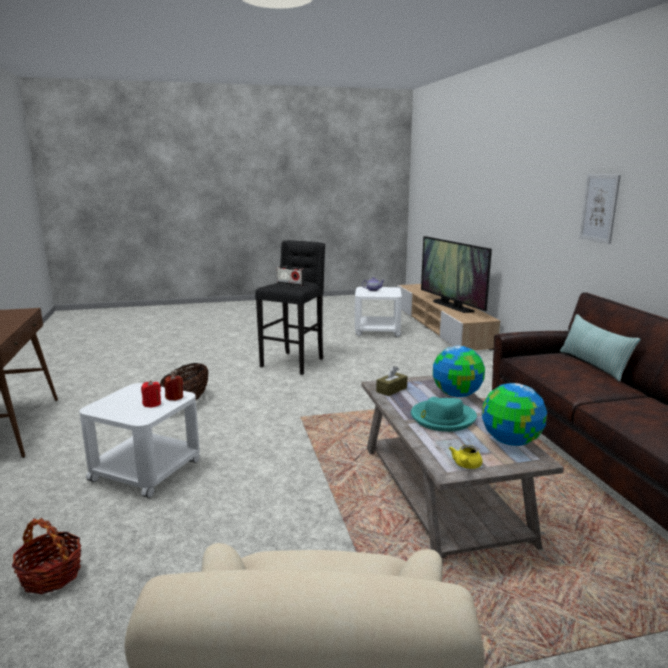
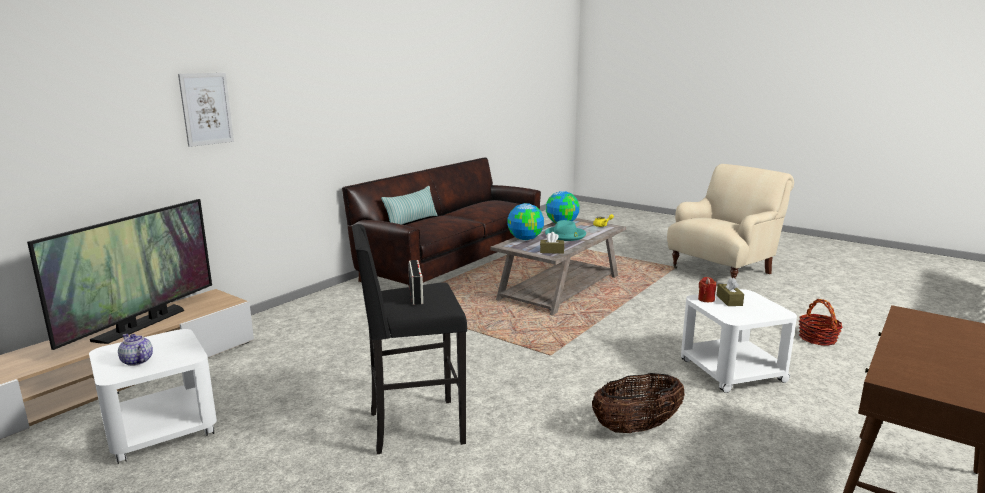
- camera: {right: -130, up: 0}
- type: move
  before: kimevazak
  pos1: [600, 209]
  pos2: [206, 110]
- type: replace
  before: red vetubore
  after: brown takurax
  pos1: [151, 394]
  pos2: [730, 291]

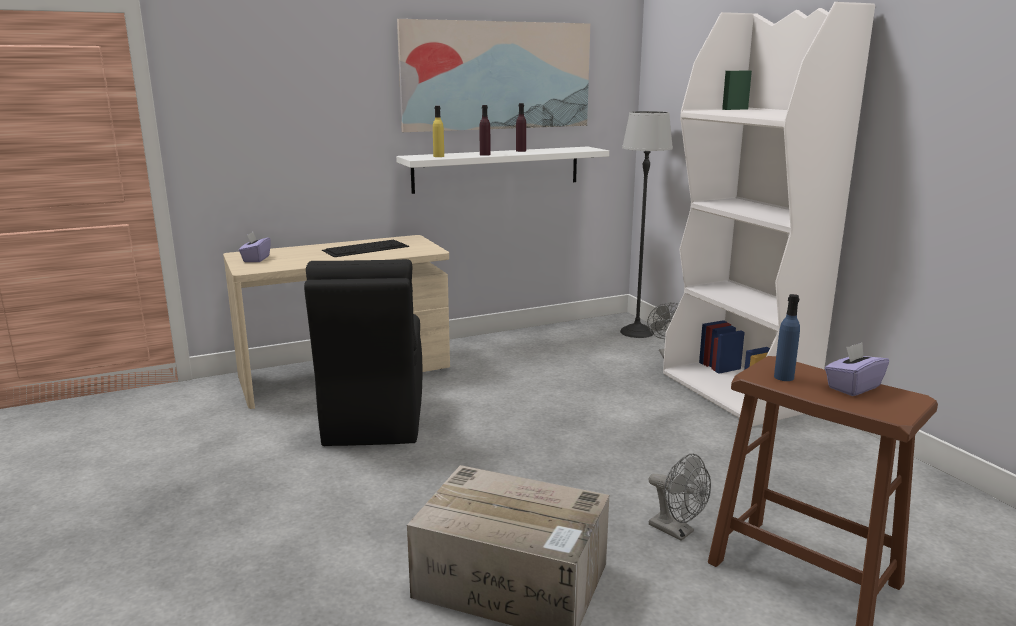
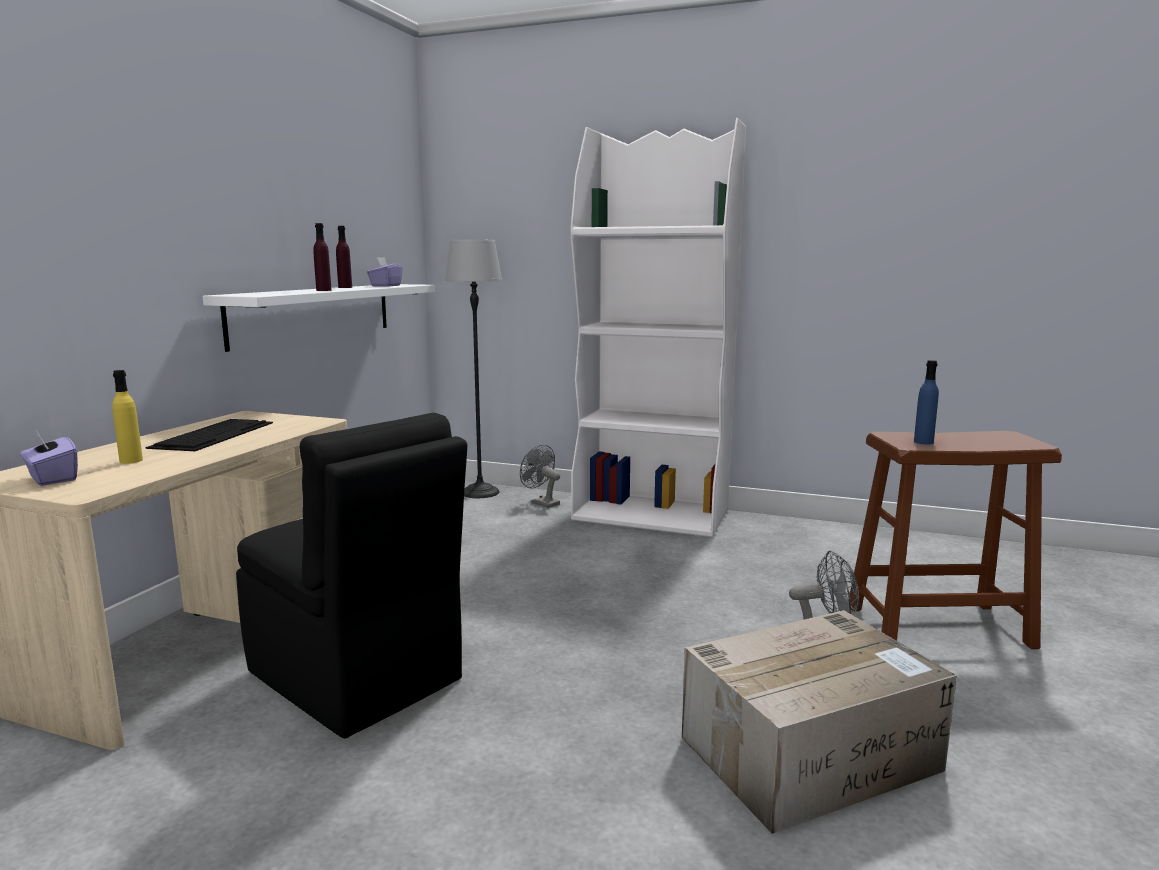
- camera: {right: -45, up: -5}
- type: move
  before: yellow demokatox
  pos1: [438, 131]
  pos2: [127, 417]
- type: move
  before: purple takurax
  pos1: [857, 369]
  pos2: [385, 272]
- type: delete
  before: kimevazak
  pos1: [493, 75]

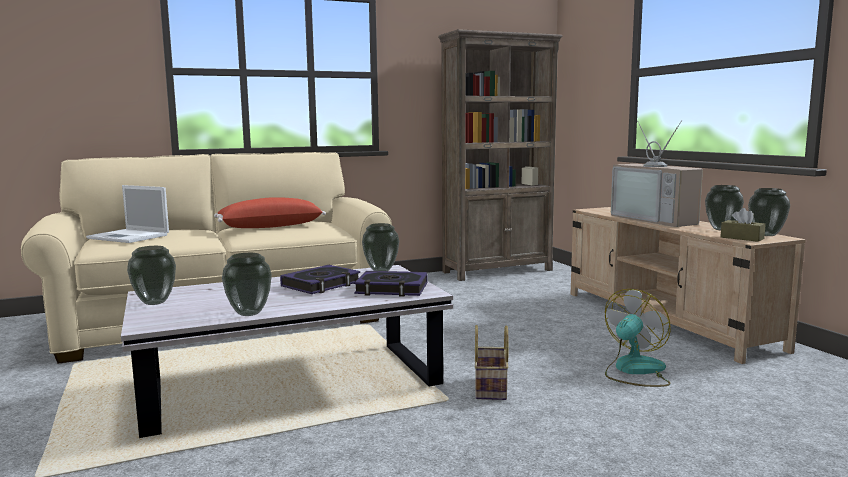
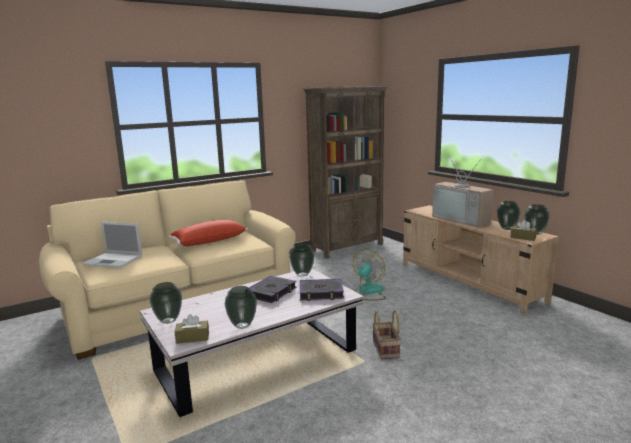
- camera: {right: -10, up: 5}
- type: insert
  after: brown takurax
  pos2: [192, 329]
- type: move
  before: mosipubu
  pos1: [638, 338]
  pos2: [369, 275]

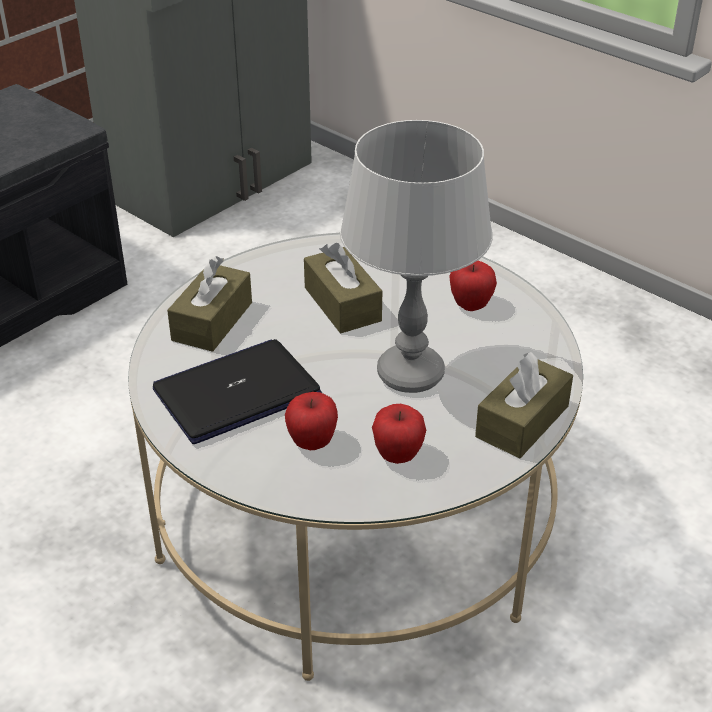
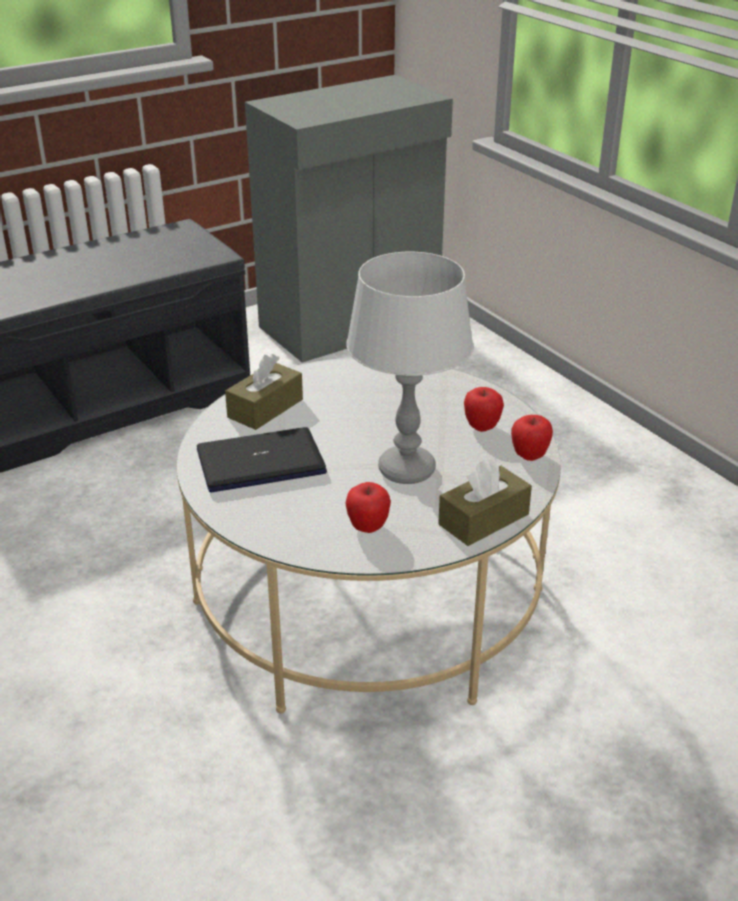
- camera: {right: 15, up: -5}
- type: move
  before: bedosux
  pos1: [311, 421]
  pos2: [532, 438]
- type: delete
  before: brown takurax
  pos1: [343, 288]

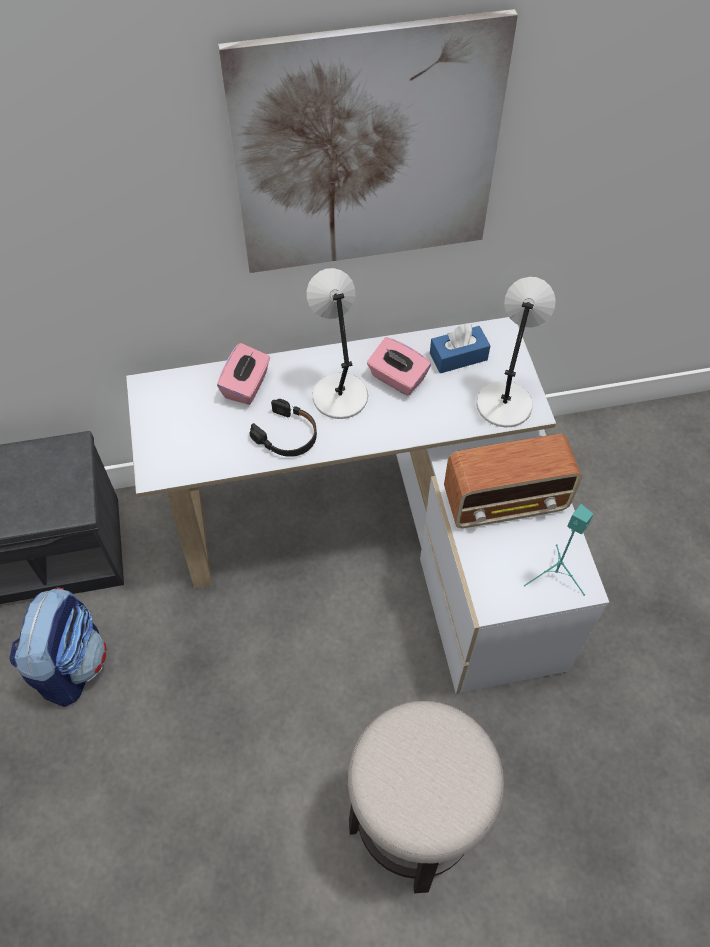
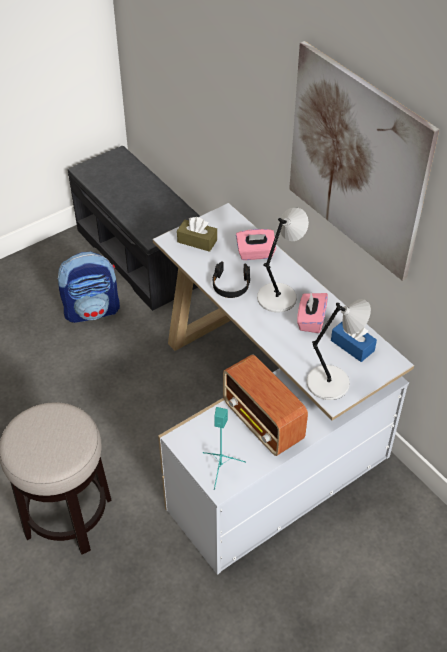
- camera: {right: 65, up: -10}
- type: insert
  after: brown takurax
  pos2: [197, 234]

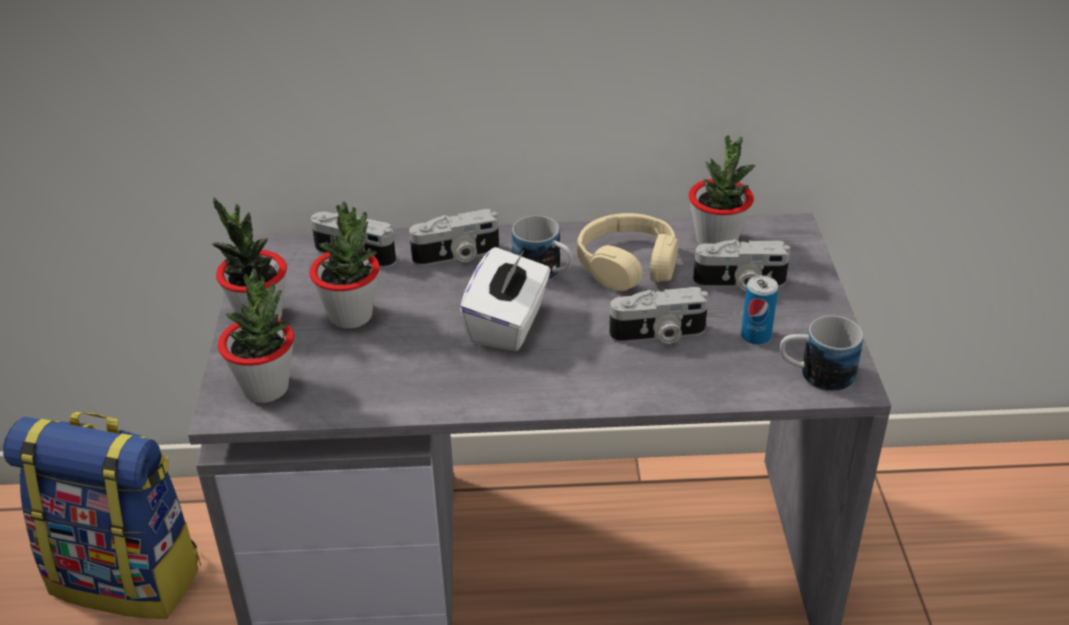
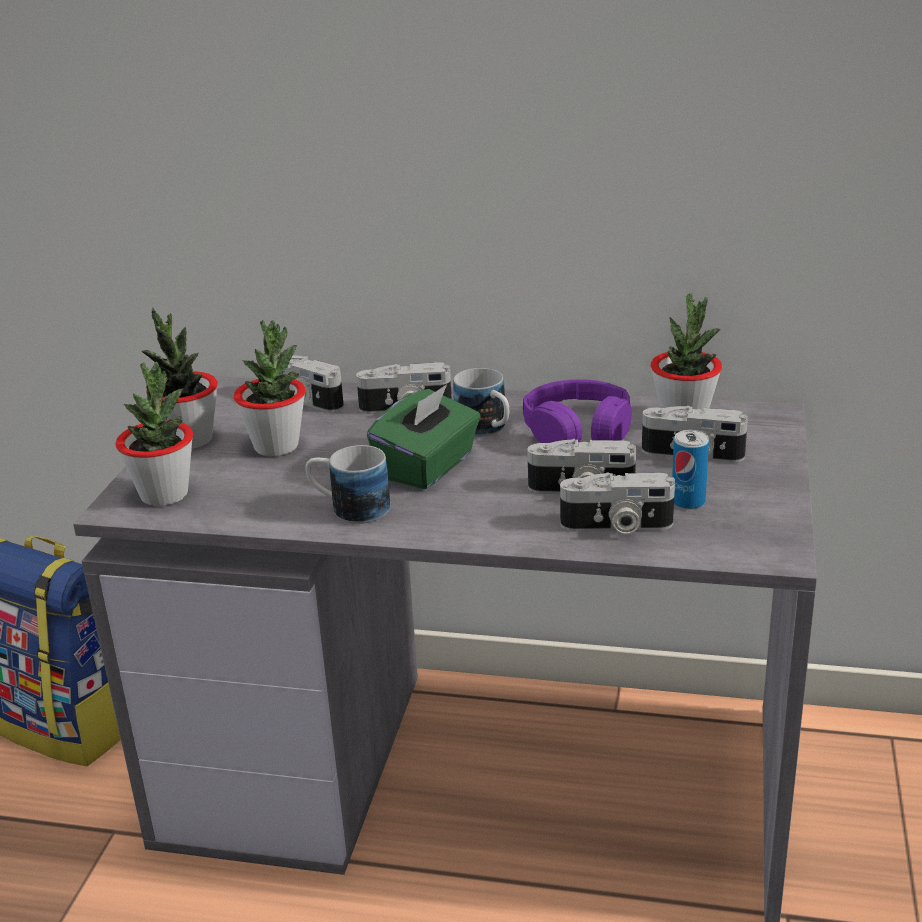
- camera: {right: 15, up: -10}
- type: move
  before: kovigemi
  pos1: [821, 354]
  pos2: [348, 484]
- type: recolor
  before: white takurax
  after: green takurax
  pos1: [505, 299]
  pos2: [424, 436]
- type: recolor
  before: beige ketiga
  after: purple ketiga
  pos1: [627, 252]
  pos2: [577, 411]
- type: insert
  after: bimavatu
  pos2: [617, 503]

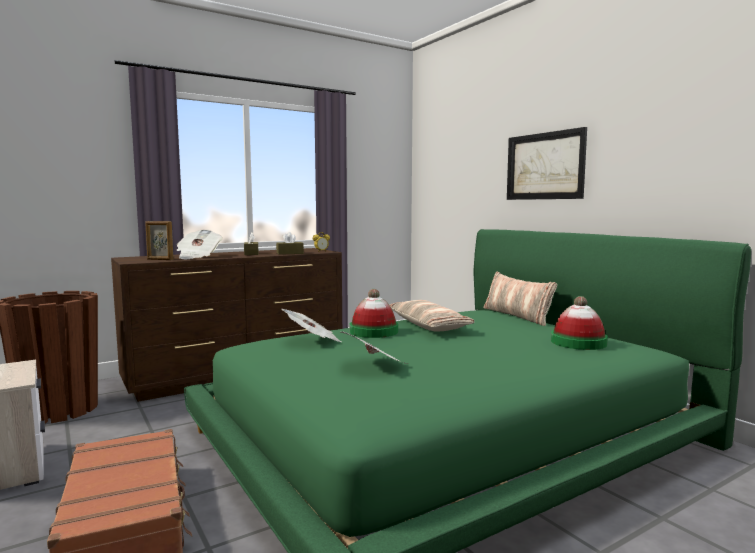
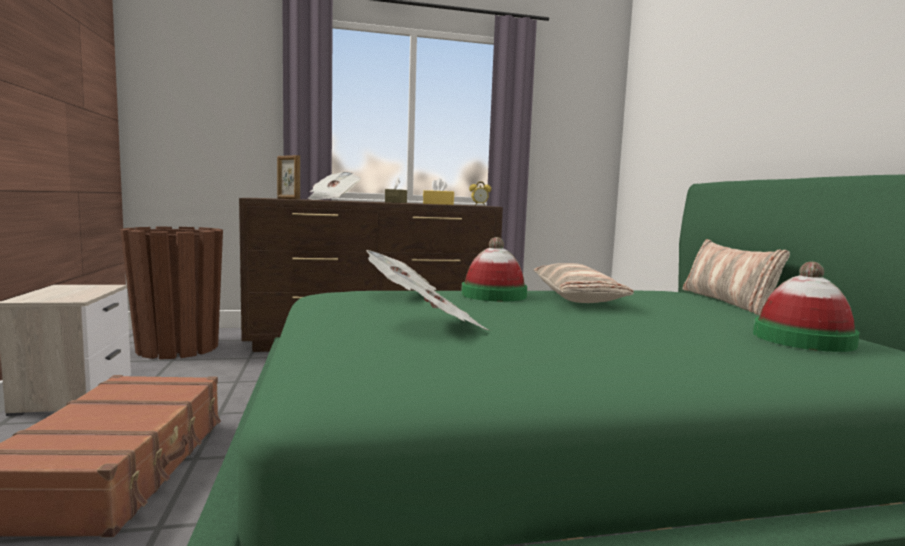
- camera: {right: 20, up: 0}
- type: recolor
  before: brown takurax
  after: yellow takurax
  pos1: [290, 243]
  pos2: [438, 191]
- type: delete
  before: kimevazak
  pos1: [547, 163]

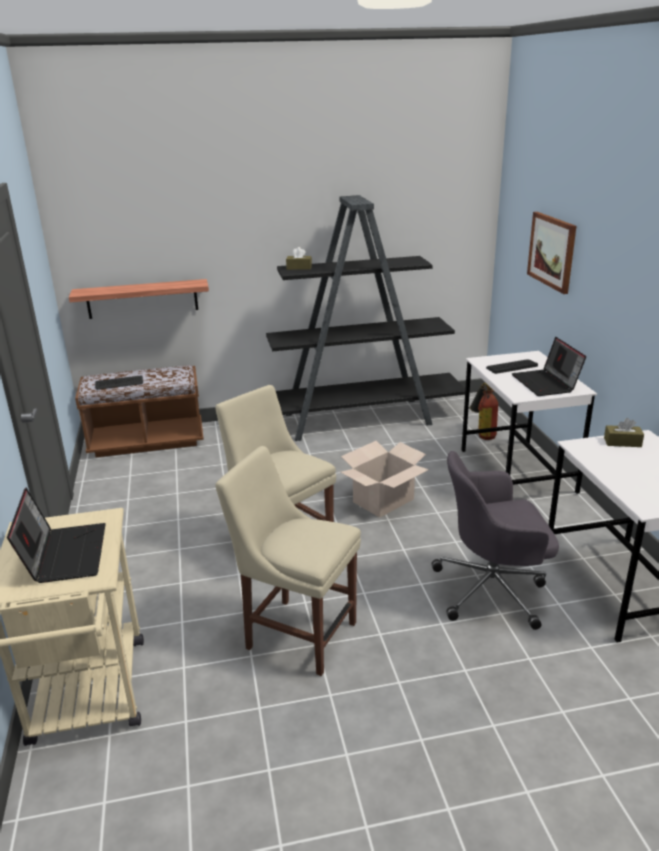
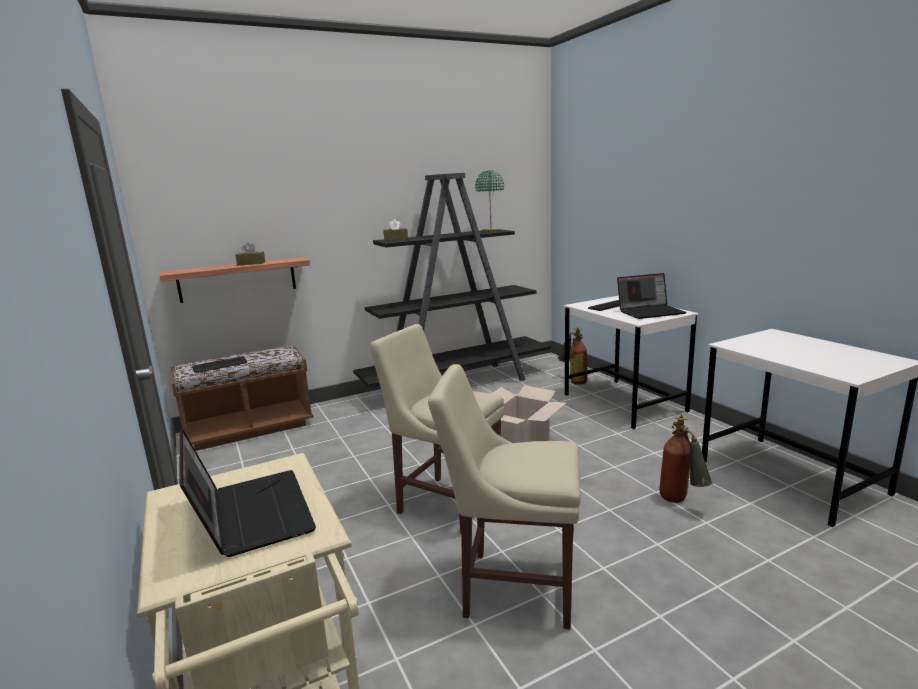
- camera: {right: -15, up: -10}
- type: move
  before: brown takurax
  pos1: [624, 432]
  pos2: [250, 254]
- type: insert
  after: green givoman
  pos2: [489, 200]
- type: rotate
  before: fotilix
  pos1: [549, 366]
  pos2: [651, 296]
  turn: -75
- type: replace
  before: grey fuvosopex
  after: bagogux
  pos1: [495, 540]
  pos2: [685, 459]
- type: delete
  before: kimevazak
  pos1: [551, 253]

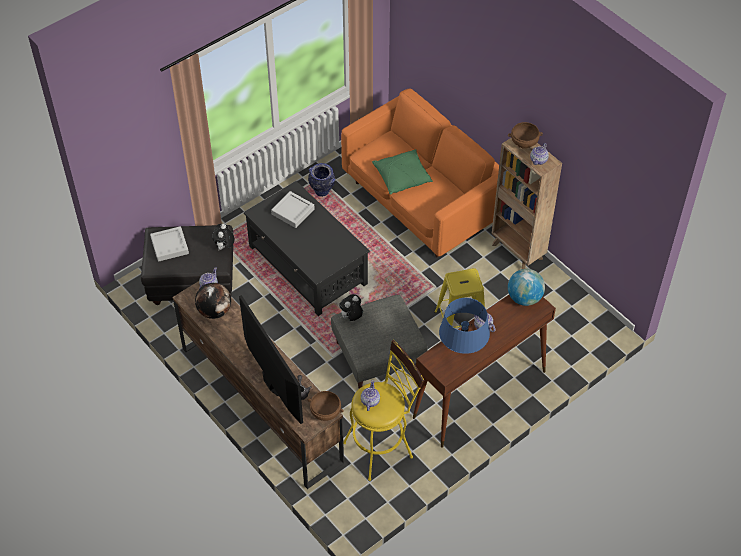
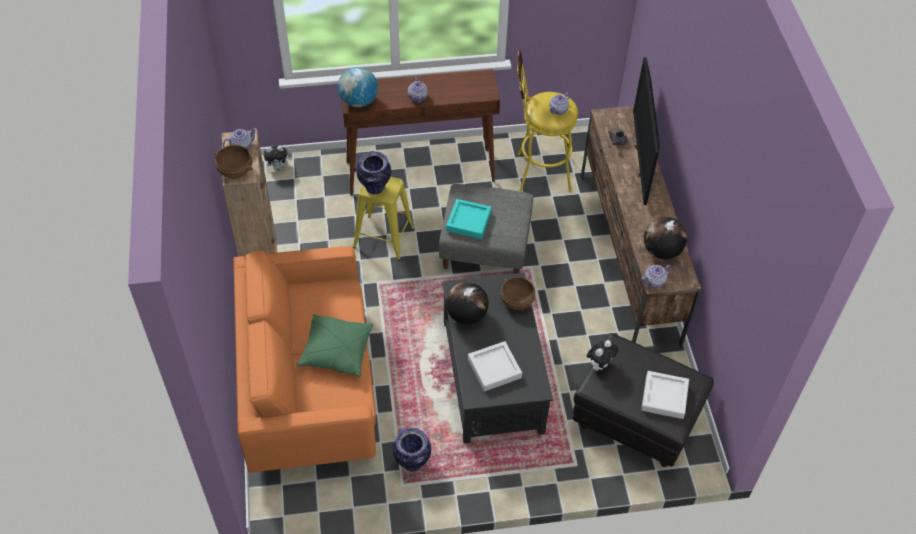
- camera: {right: -150, up: 0}
- type: move
  before: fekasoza
  pos1: [351, 307]
  pos2: [277, 157]
- type: insert
  after: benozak
  pos2: [373, 172]
- type: insert
  after: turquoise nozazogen
  pos2: [469, 219]
- type: insert
  after: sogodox
  pos2: [467, 303]
- type: move
  before: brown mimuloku
  pos1: [326, 406]
  pos2: [518, 293]
- type: delete
  before: blue givoman
  pos1: [464, 326]

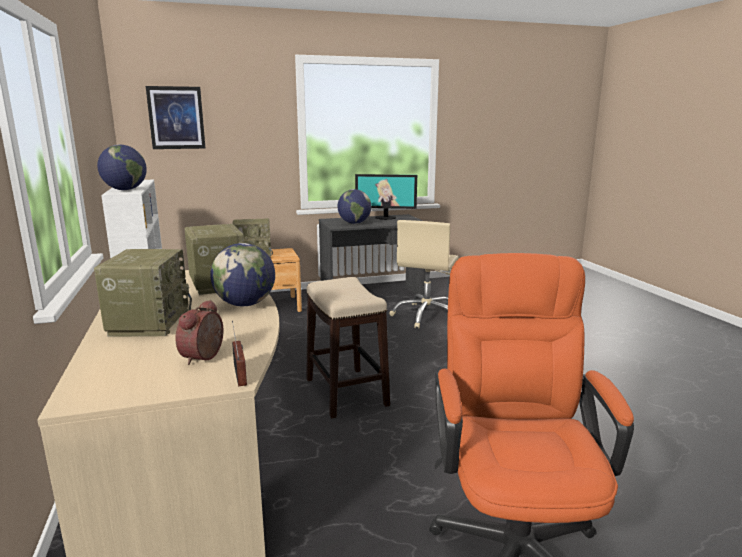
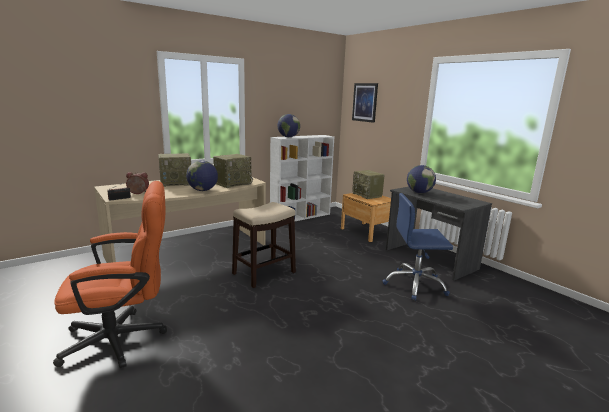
- camera: {right: 70, up: 0}
- type: recolor
  before: beige fuvosopex
  after: blue fuvosopex
  pos1: [424, 274]
  pos2: [418, 247]
- type: delete
  before: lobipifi
  pos1: [386, 197]

